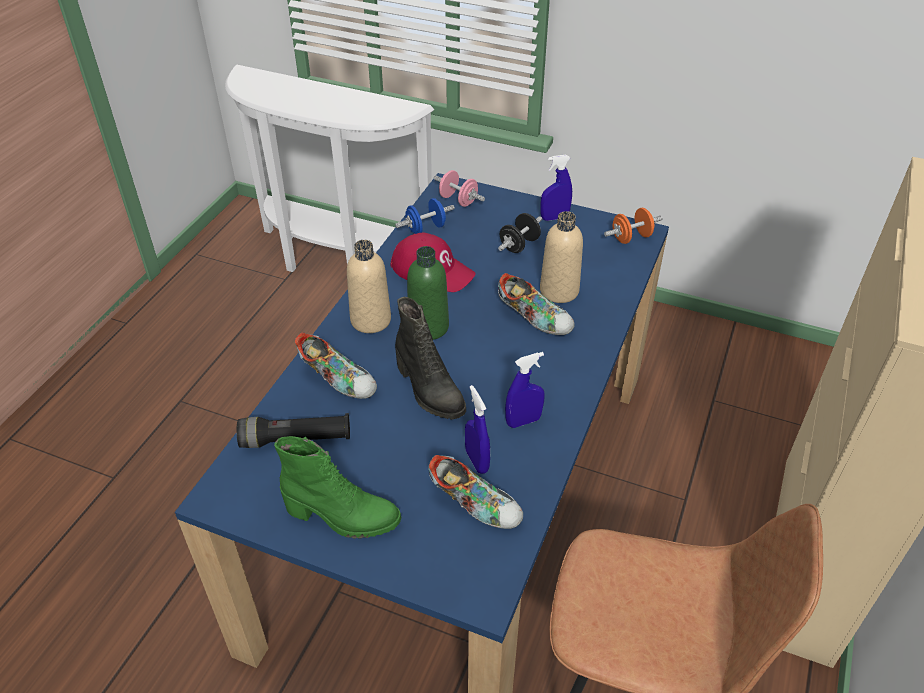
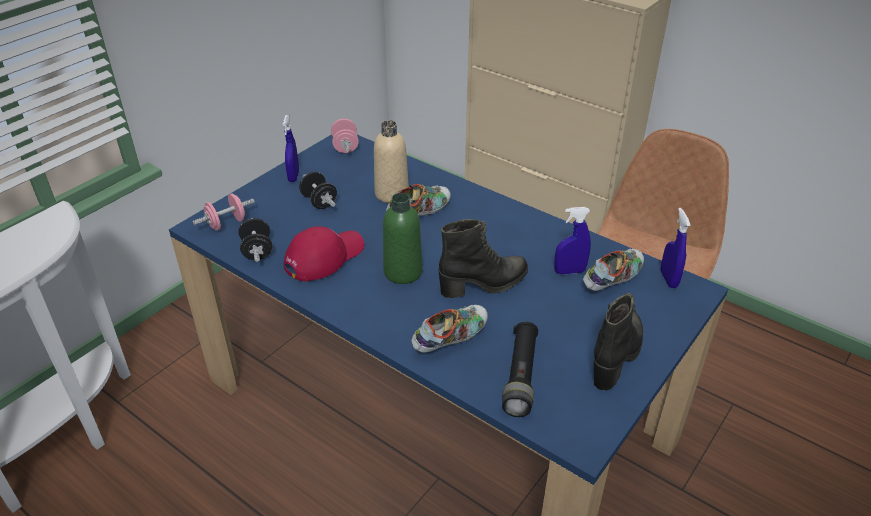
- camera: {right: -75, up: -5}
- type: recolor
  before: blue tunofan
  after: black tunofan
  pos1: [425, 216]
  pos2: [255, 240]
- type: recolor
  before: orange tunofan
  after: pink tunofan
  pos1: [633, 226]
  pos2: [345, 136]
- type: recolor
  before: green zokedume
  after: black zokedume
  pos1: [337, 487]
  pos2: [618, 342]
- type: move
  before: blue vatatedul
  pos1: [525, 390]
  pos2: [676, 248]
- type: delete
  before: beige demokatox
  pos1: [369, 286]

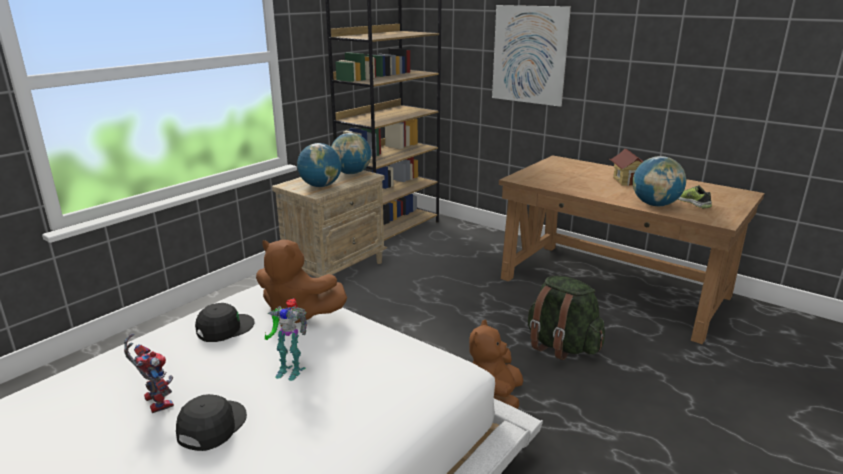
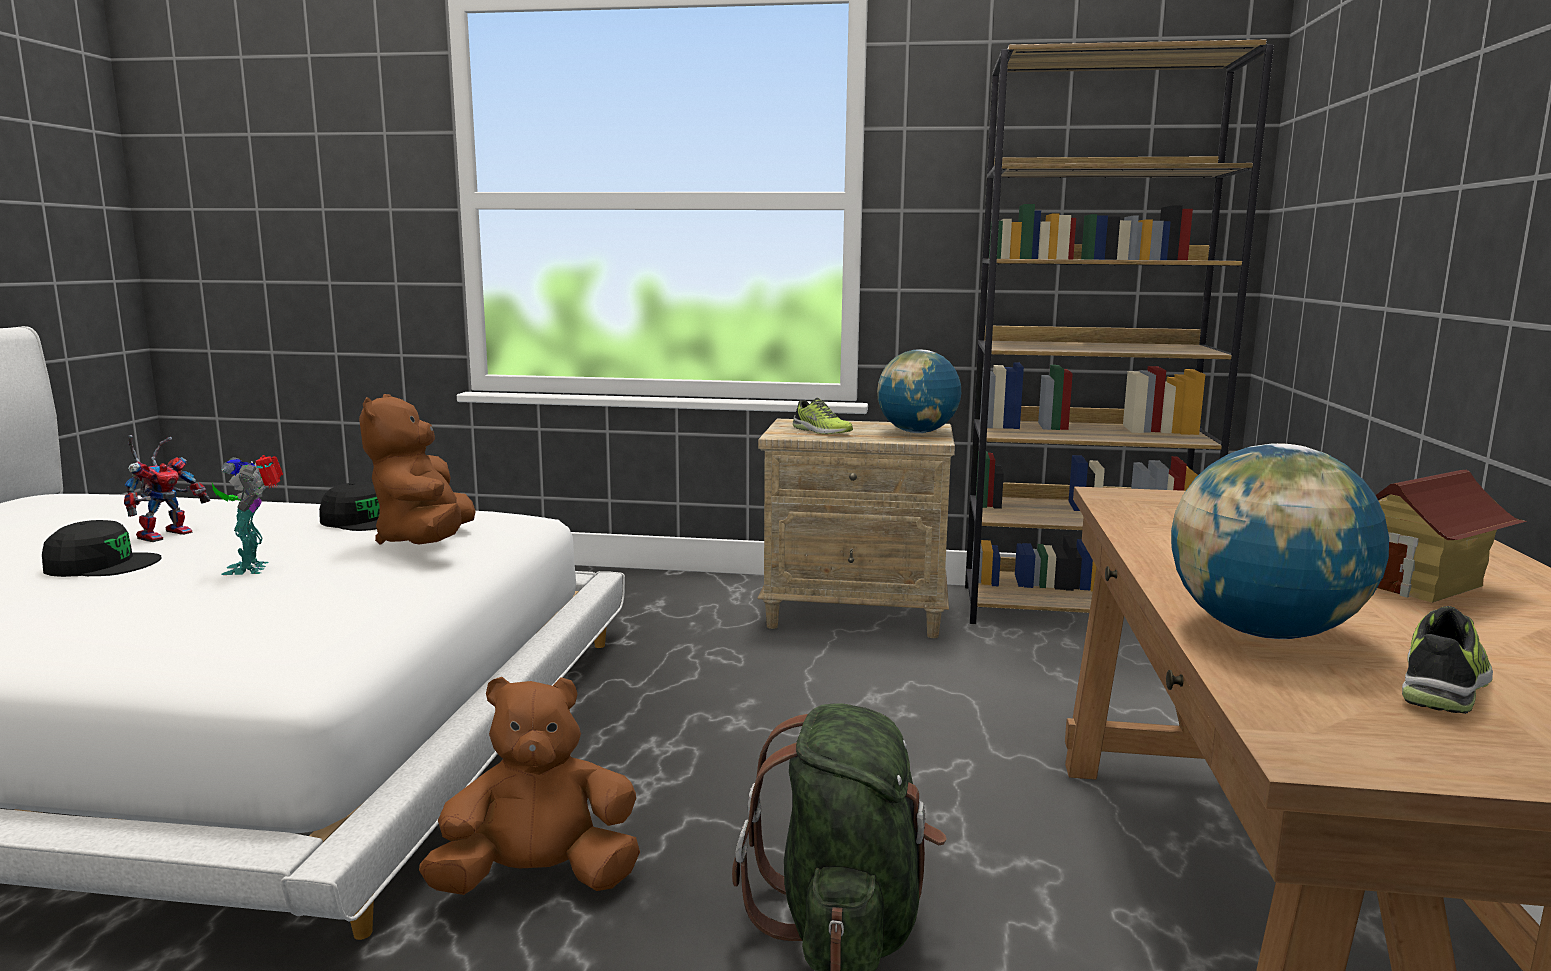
- camera: {right: 60, up: -10}
- type: replace
  before: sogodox
  after: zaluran
  pos1: [319, 165]
  pos2: [823, 416]
- type: delete
  before: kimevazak
  pos1: [531, 56]

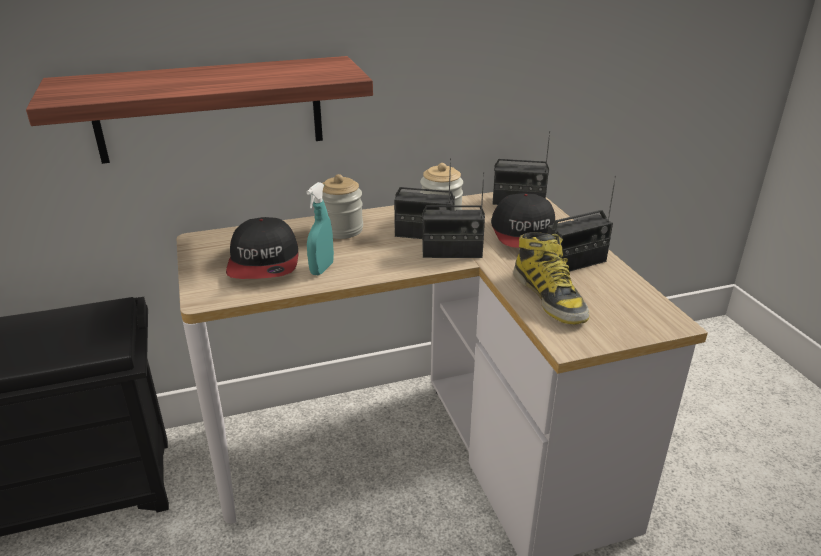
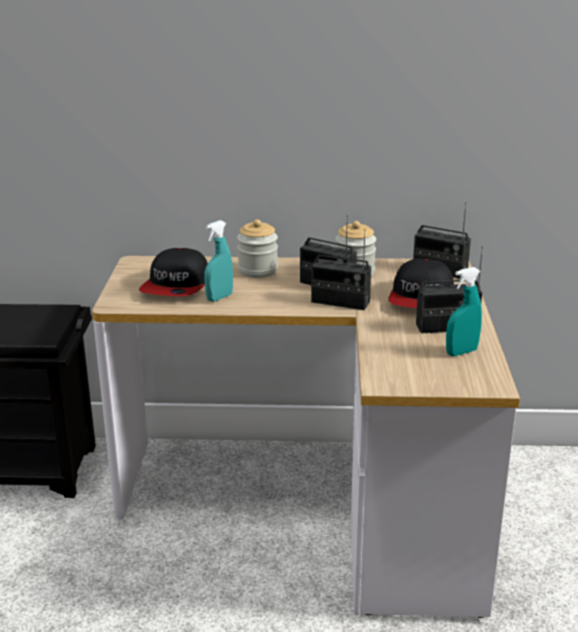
- camera: {right: 20, up: -5}
- type: insert
  after: turquoise vatatedul
  pos2: [464, 311]
- type: delete
  before: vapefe
  pos1: [199, 110]
- type: delete
  before: zokedume
  pos1: [551, 278]

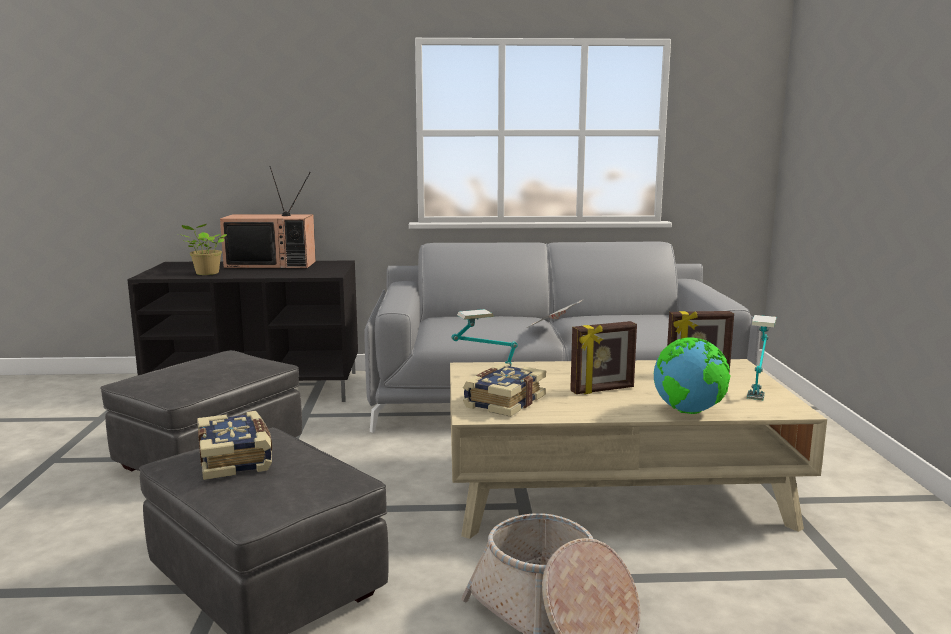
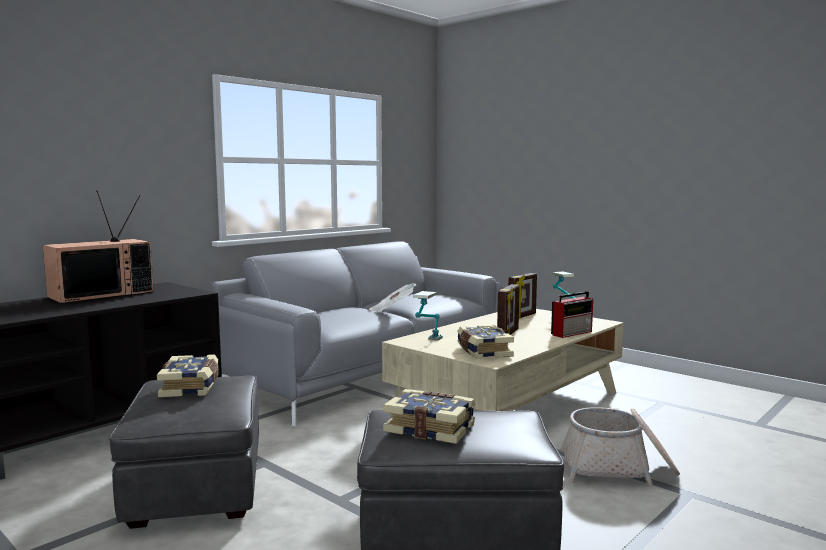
- camera: {right: -45, up: -5}
- type: insert
  after: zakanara
  pos2: [188, 376]
- type: replace
  before: sogodox
  after: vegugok
  pos1: [692, 375]
  pos2: [572, 314]
- type: delete
  before: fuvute
  pos1: [203, 249]

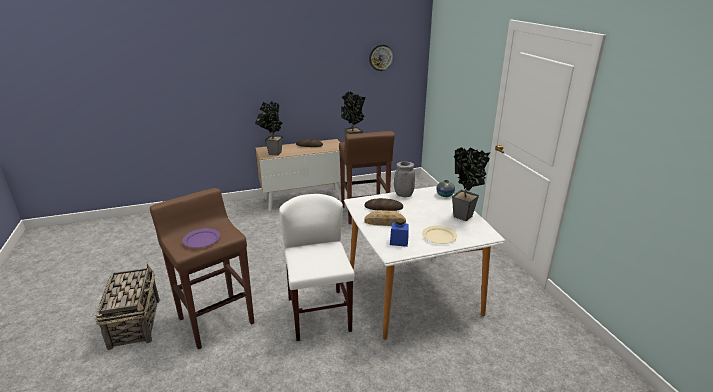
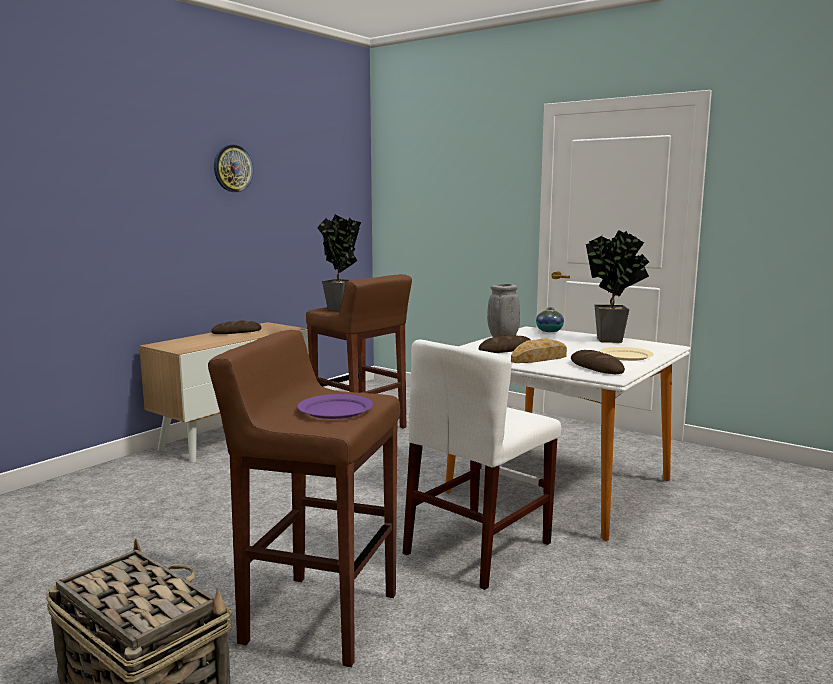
- camera: {right: -35, up: -15}
- type: move
  before: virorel
  pos1: [381, 57]
  pos2: [233, 168]
- type: rotate
  before: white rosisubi
  pos1: [316, 267]
  pos2: [482, 465]
  turn: -90
- type: replace
  before: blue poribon
  after: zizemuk
  pos1: [399, 232]
  pos2: [598, 362]
- type: delete
  before: fuvute
  pos1: [269, 128]

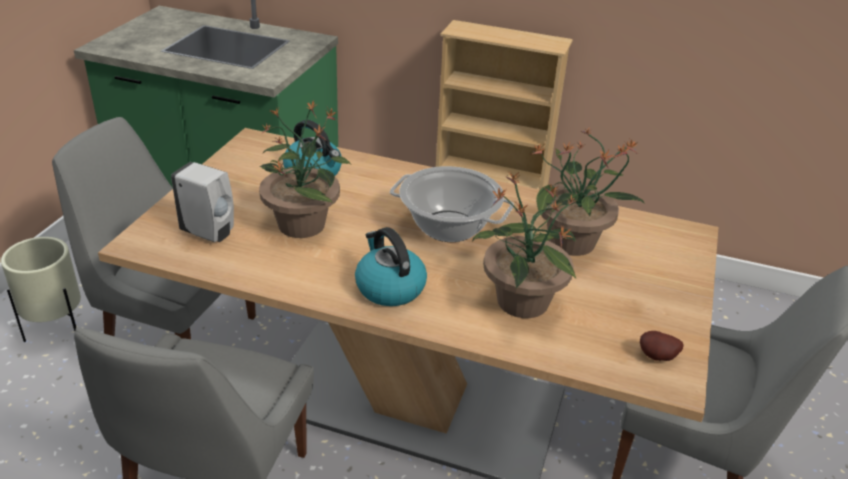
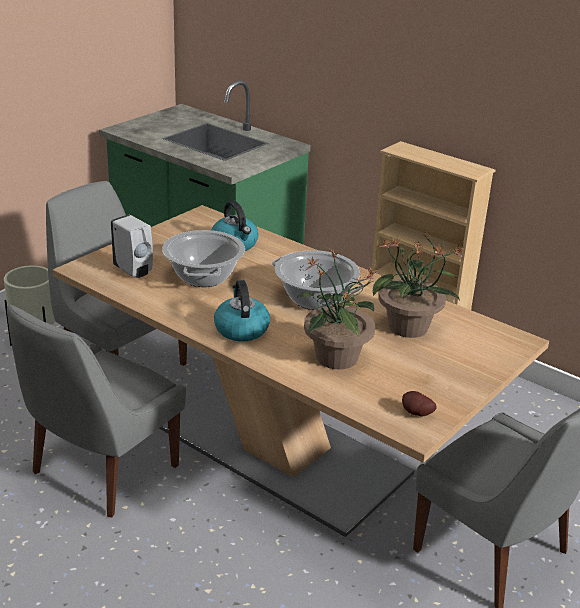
- camera: {right: 20, up: -5}
- type: replace
  before: fuvute
  after: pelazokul
  pos1: [305, 168]
  pos2: [203, 258]

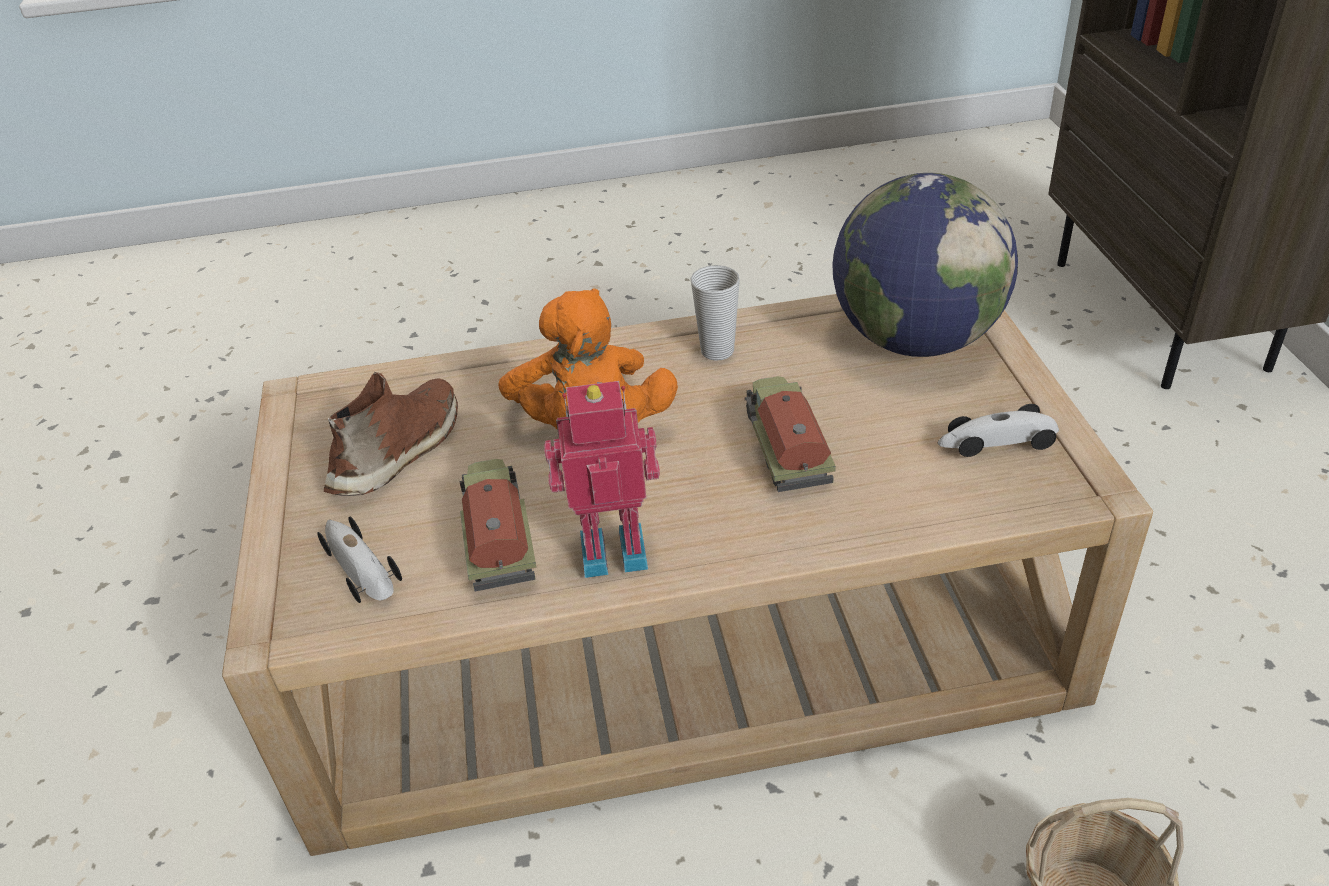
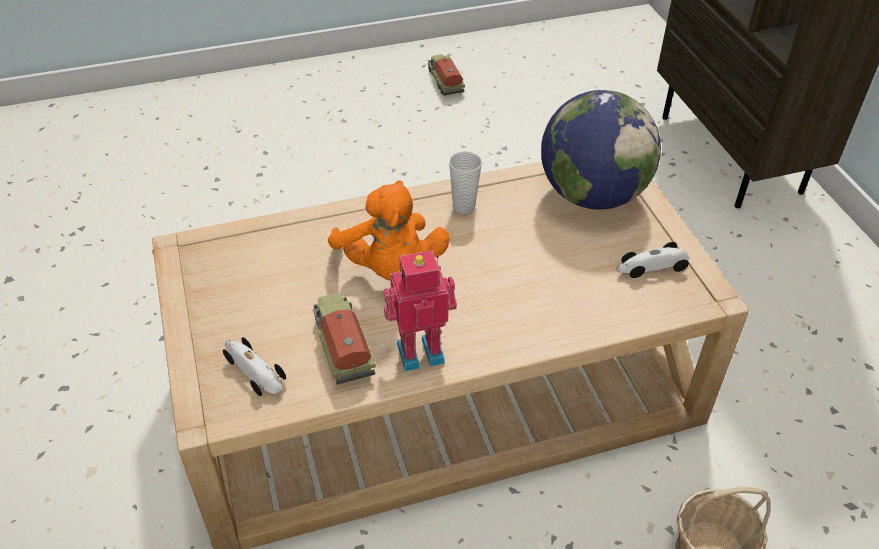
- camera: {right: -10, up: 5}
- type: move
  before: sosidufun
  pos1: [790, 434]
  pos2: [446, 75]
- type: delete
  before: brown zaluran
  pos1: [391, 434]

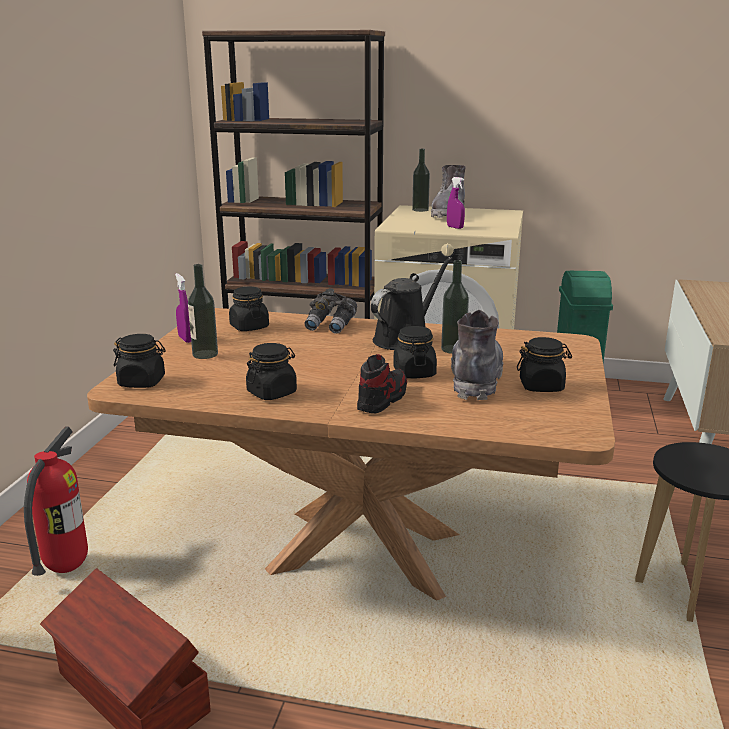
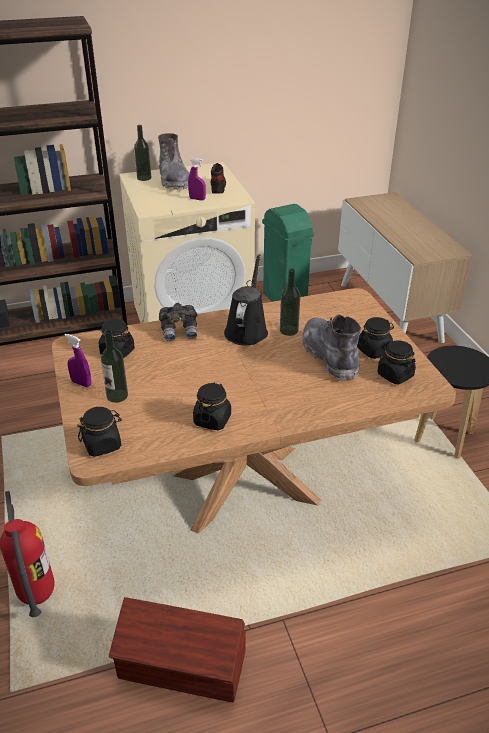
- camera: {right: -30, up: 15}
- type: move
  before: zaluran
  pos1: [382, 383]
  pos2: [218, 178]
- type: move
  before: black poribon
  pos1: [415, 352]
  pos2: [396, 362]

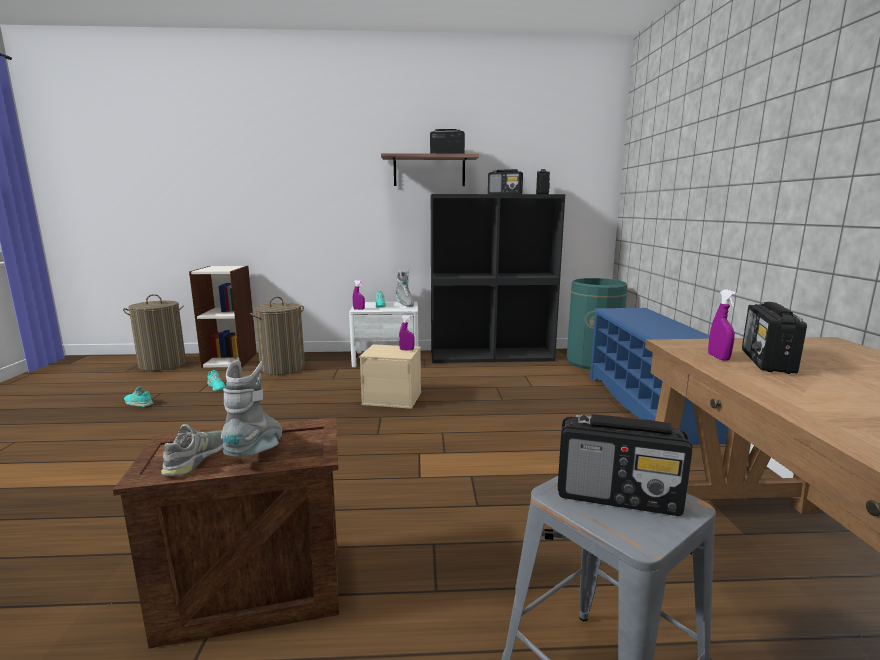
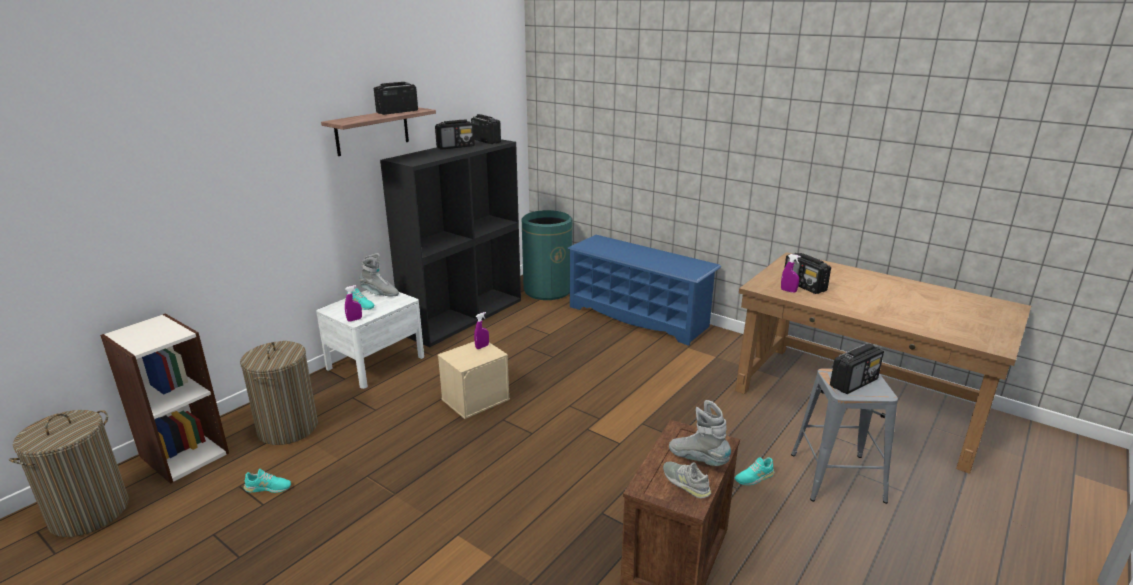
- camera: {right: -50, up: 10}
- type: move
  before: turquoise zaluran
  pos1: [138, 397]
  pos2: [754, 471]

